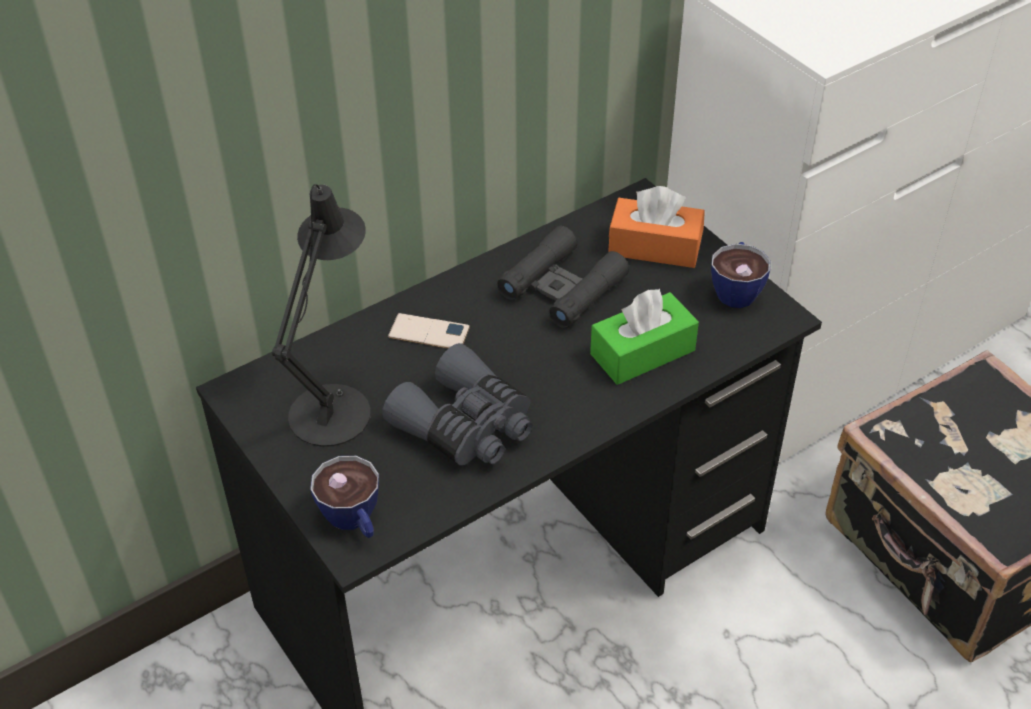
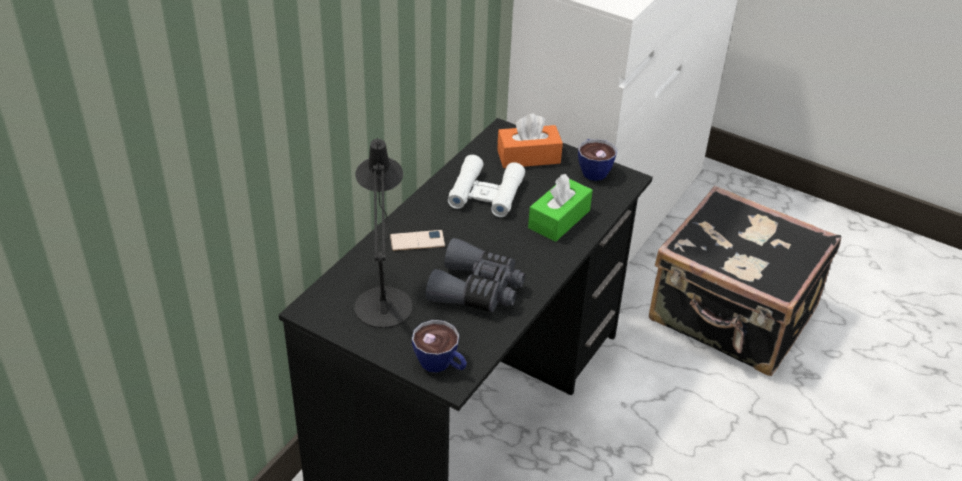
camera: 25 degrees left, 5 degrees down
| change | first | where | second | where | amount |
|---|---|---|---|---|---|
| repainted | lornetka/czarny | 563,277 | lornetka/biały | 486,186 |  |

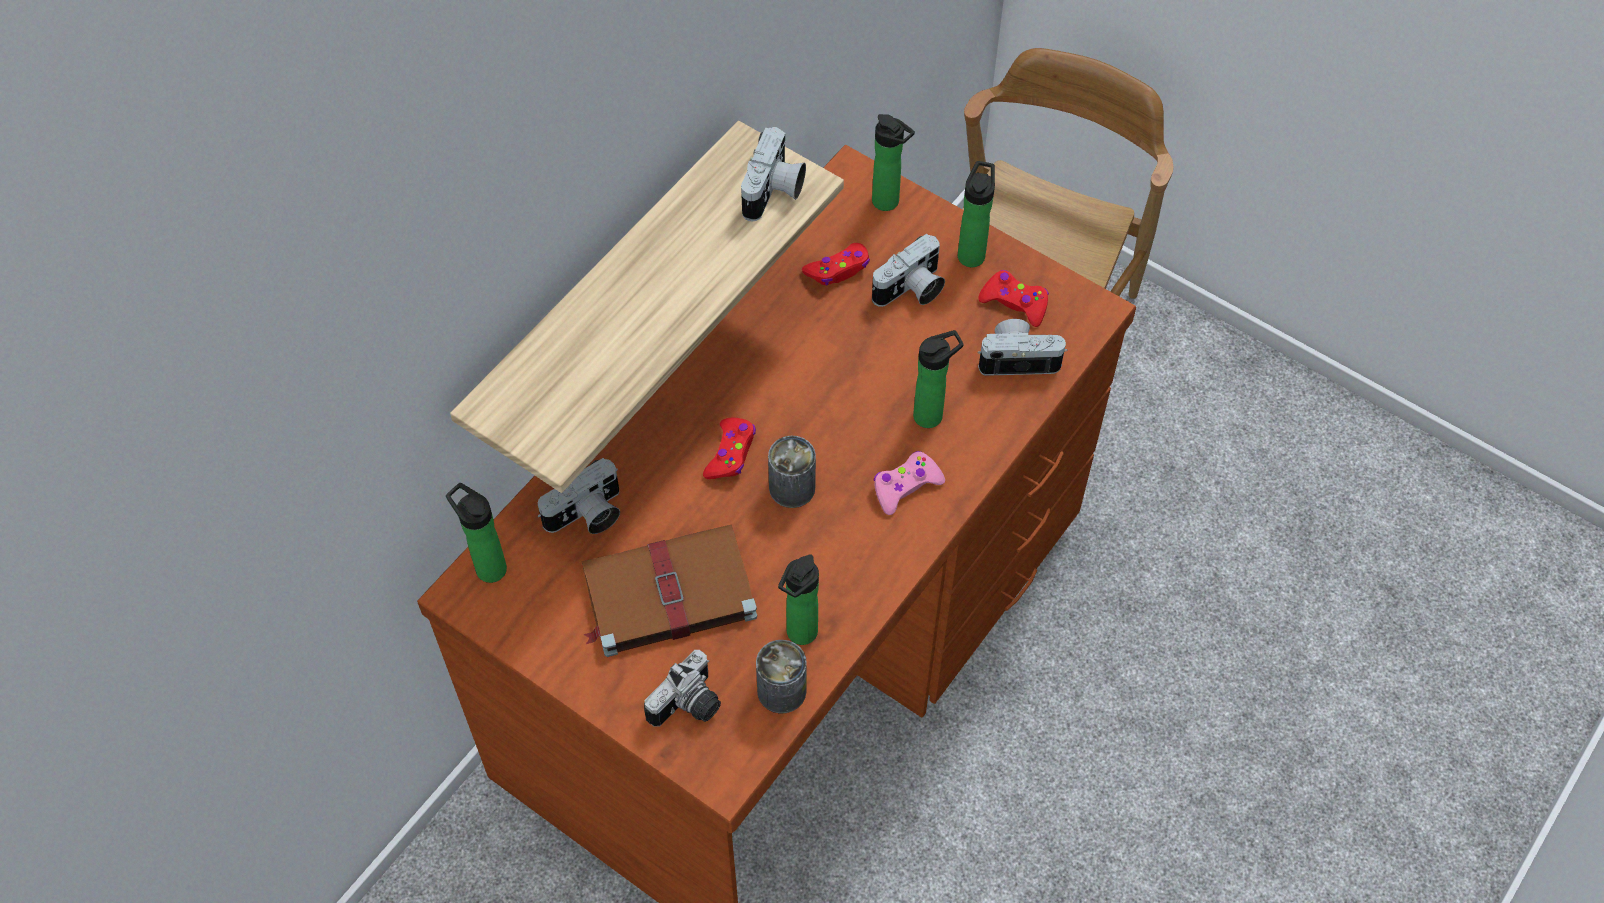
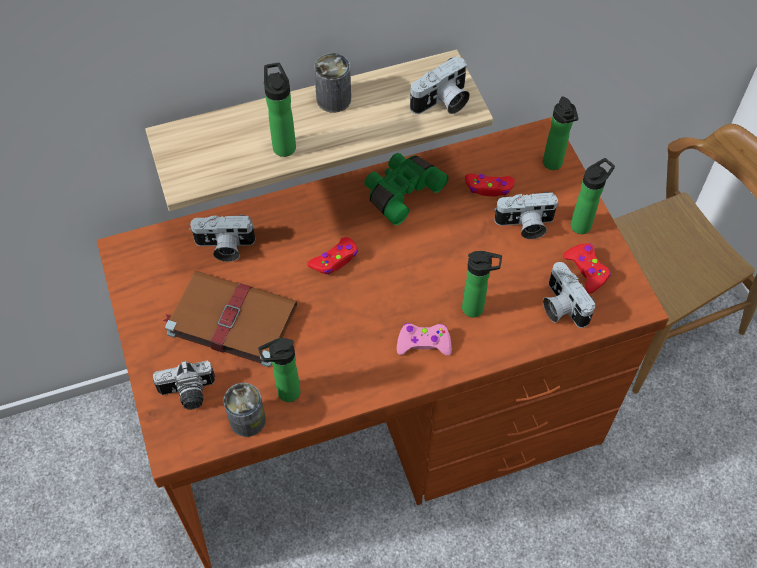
camera: 35 degrees right, 0 degrees up
| change | first | where | second | where | amount |
|---|---|---|---|---|---|
| rotated | aparat fotograficzny | 1022,347 |  | 569,295 | 150 degrees counterclockwise |
| shifted | puszka | 792,472 |  | 332,83 |  |
| shifted | butelka | 476,533 |  | 280,110 |  |
| new |  |  | lornetka/zielony | 406,189 |  |

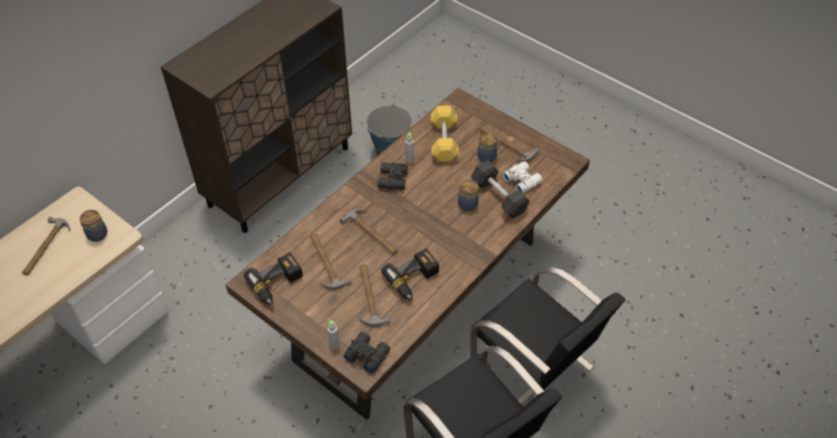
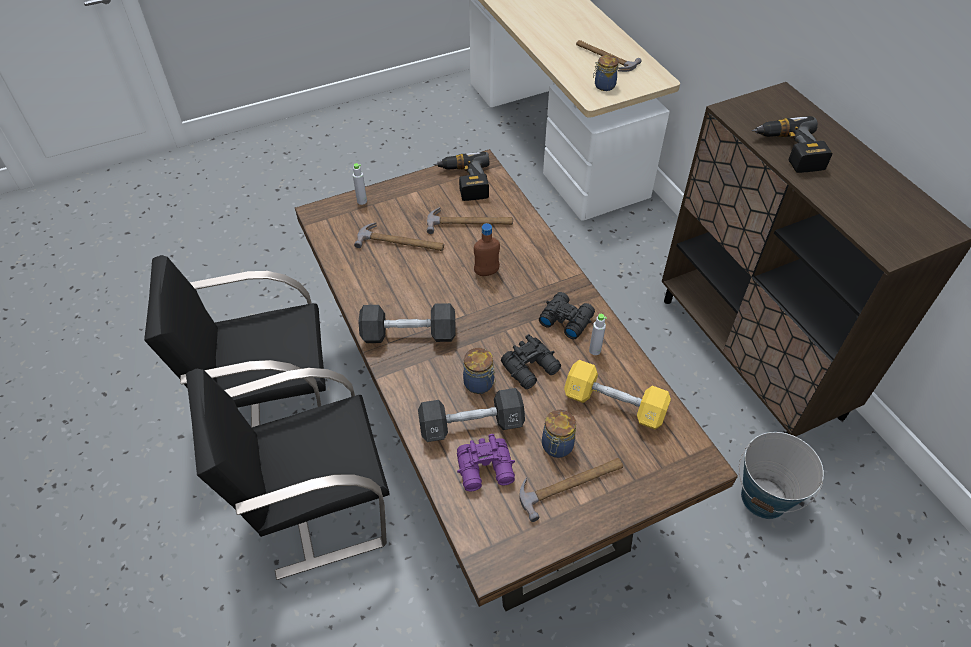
camera: 115 degrees right, 0 degrees up
| change | first | where | second | where | amount |
|---|---|---|---|---|---|
| repainted | lornetka/biały | 522,177 | lornetka/fioletowy | 486,463 |  |
| swapped | młotek | 369,232 | butelka/brązowy | 487,249 |  |
| shifted | wiertarka | 410,275 |  | 792,144 |  |
| shifted | lornetka/czarny | 367,352 |  | 531,361 |  |
| new |  |  | hantel/czarny | 407,323 |  |

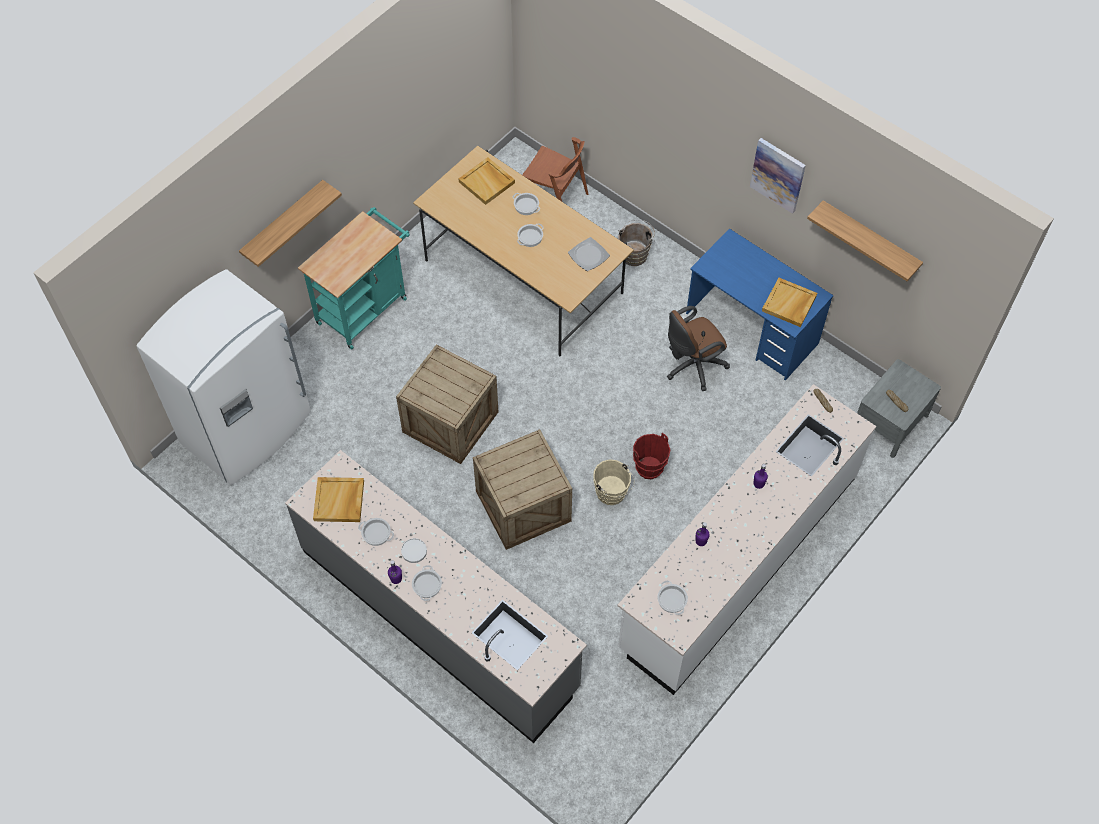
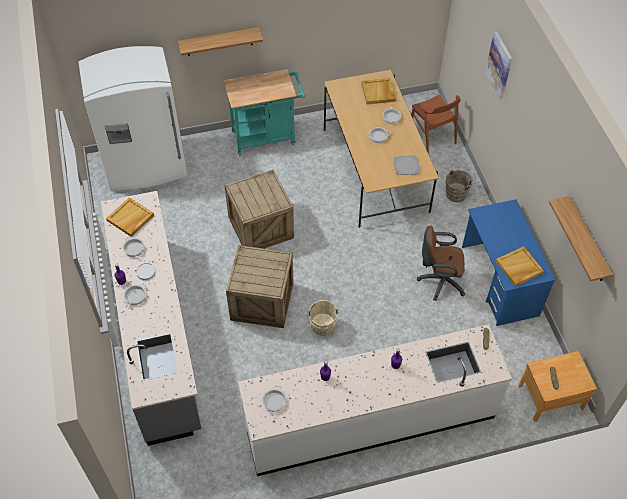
camera: 35 degrees right, 5 degrees down
| change | first | where | second | where | amount |
|---|---|---|---|---|---|
| shifted | obraz | 778,176 |  | 498,65 |  |
| repainted | szafka nocna/szary | 899,408 | szafka nocna/brązowy | 557,386 |  |
| gone | wiadro/czerwony | 651,456 |  |  |  |

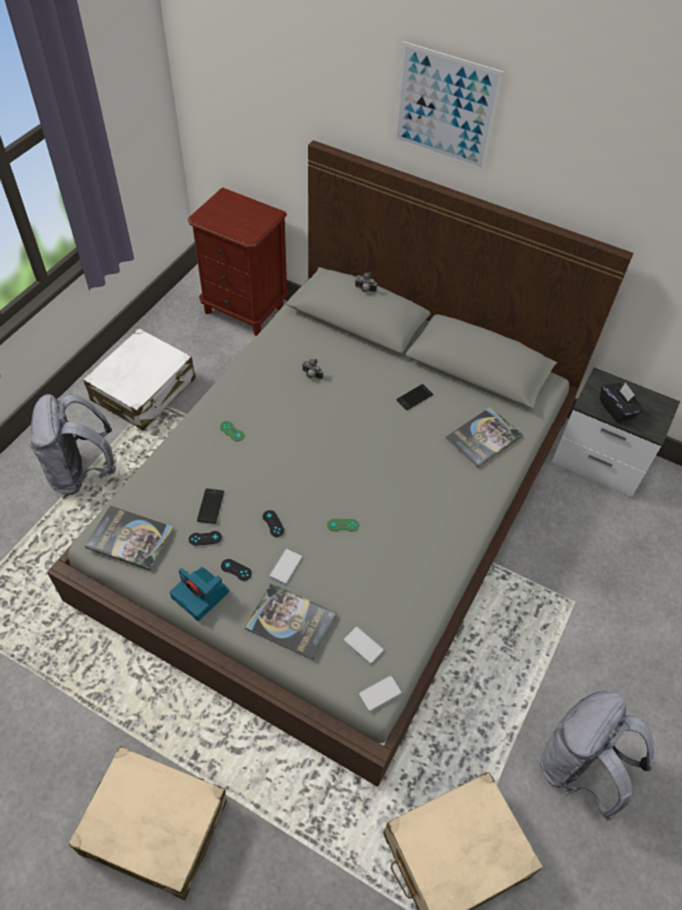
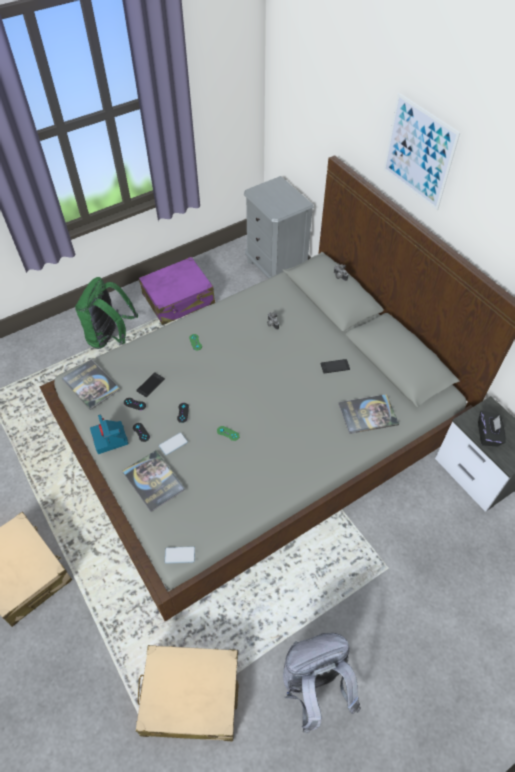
camera: 30 degrees right, 0 degrees up
| change | first | where | second | where | amount |
|---|---|---|---|---|---|
| repainted | szafka nocna/brązowy | 238,261 | szafka nocna/szary | 279,227 |  |
| repainted | walizka/biały | 139,379 | walizka/fioletowy | 177,291 |  |
| repainted | plecak/szary | 72,444 | plecak/zielony | 106,313 |  |
| gone | telefon | 363,645 |  |  |  |

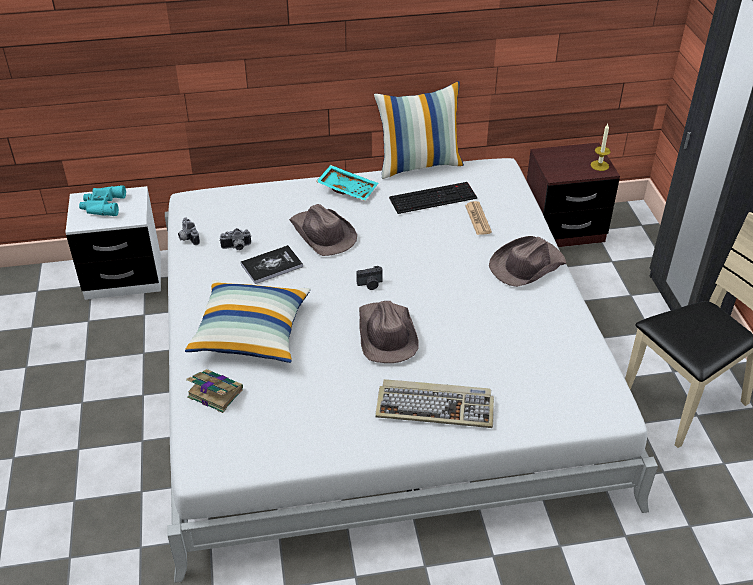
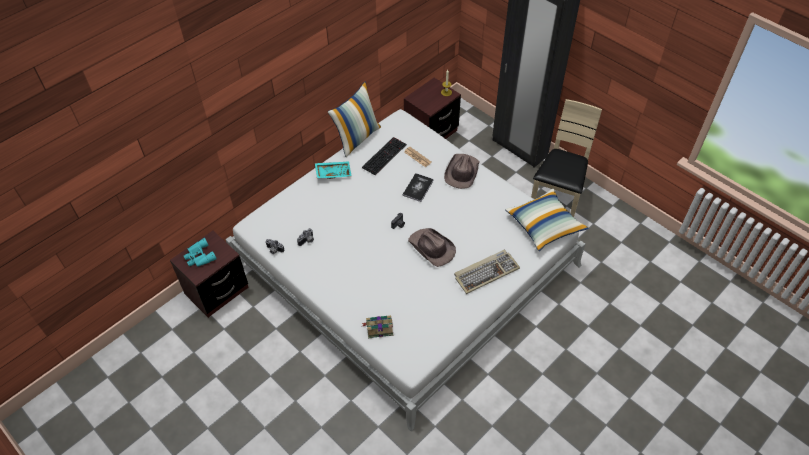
camera: 35 degrees left, 10 degrees up
| change | first | where | second | where | amount |
|---|---|---|---|---|---|
| repainted | szafka nocna/biały | 113,243 | szafka nocna/brązowy | 209,274 |  |
| gone | kapelusz/brązowy | 323,230 |  |  |  |
| shifted | książka | 272,264 |  | 418,187 |  |
| shifted | poduszka | 247,321 |  | 547,219 |  |

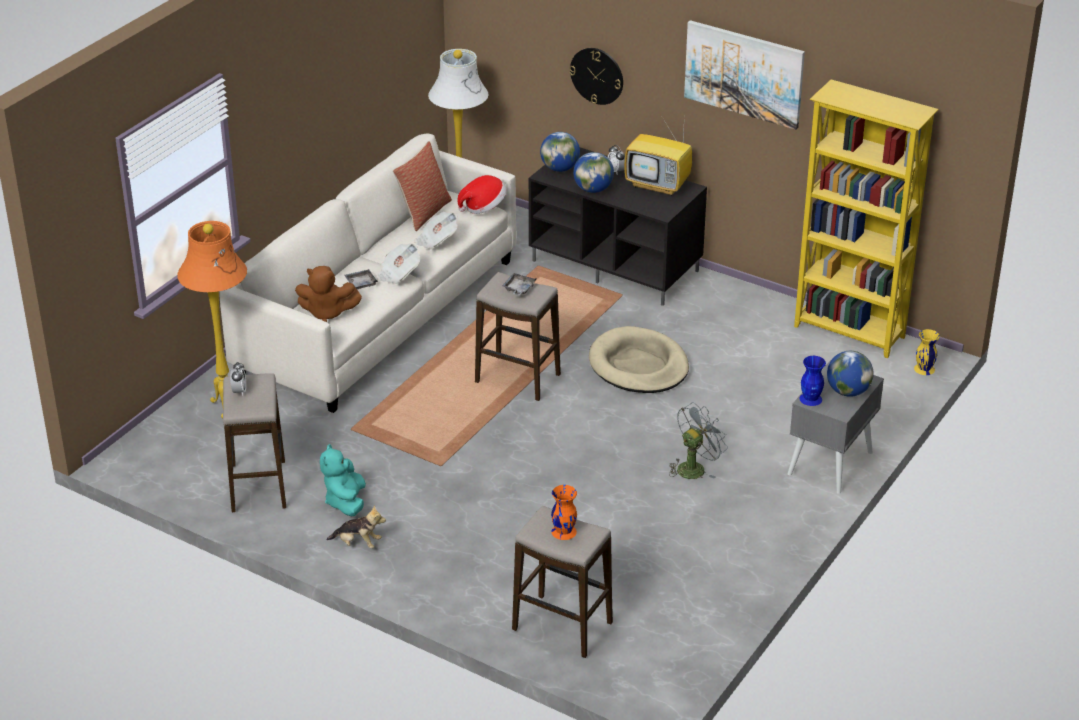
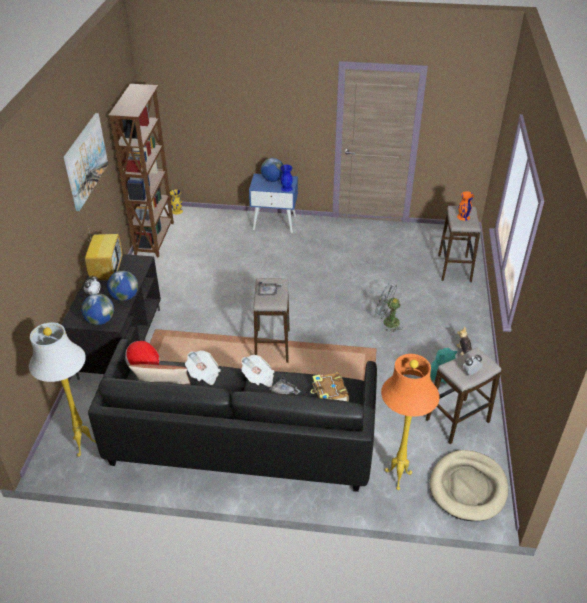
camera: 115 degrees left, 5 degrees up
| change | first | where | second | where | amount |
|---|---|---|---|---|---|
| gone | zegar ścienny | 596,76 |  |  |  |
| repainted | regał/żółty | 866,218 | regał/brązowy | 141,170 |  |
| repainted | kanapa/biały | 368,273 | kanapa/czarny | 232,415 |  |
| swapped | pluszak/brązowy | 328,294 | książka | 330,386 |  |
| shifted | legowisko/beżowy | 639,359 |  | 469,485 |  |
| repainted | szafka nocna/szary | 835,427 | szafka nocna/niebieski | 273,203 |  |
| shifted | wentylator/szary | 698,440 |  | 388,307 |  |

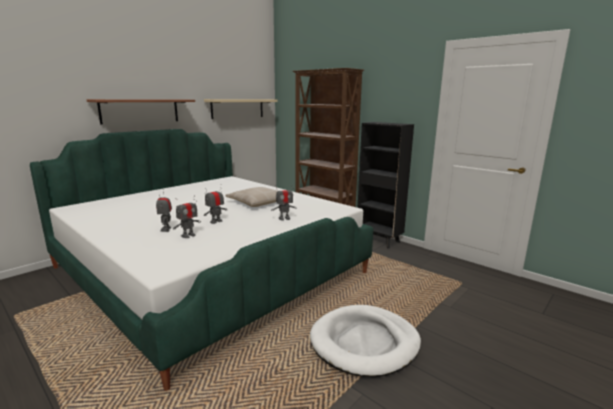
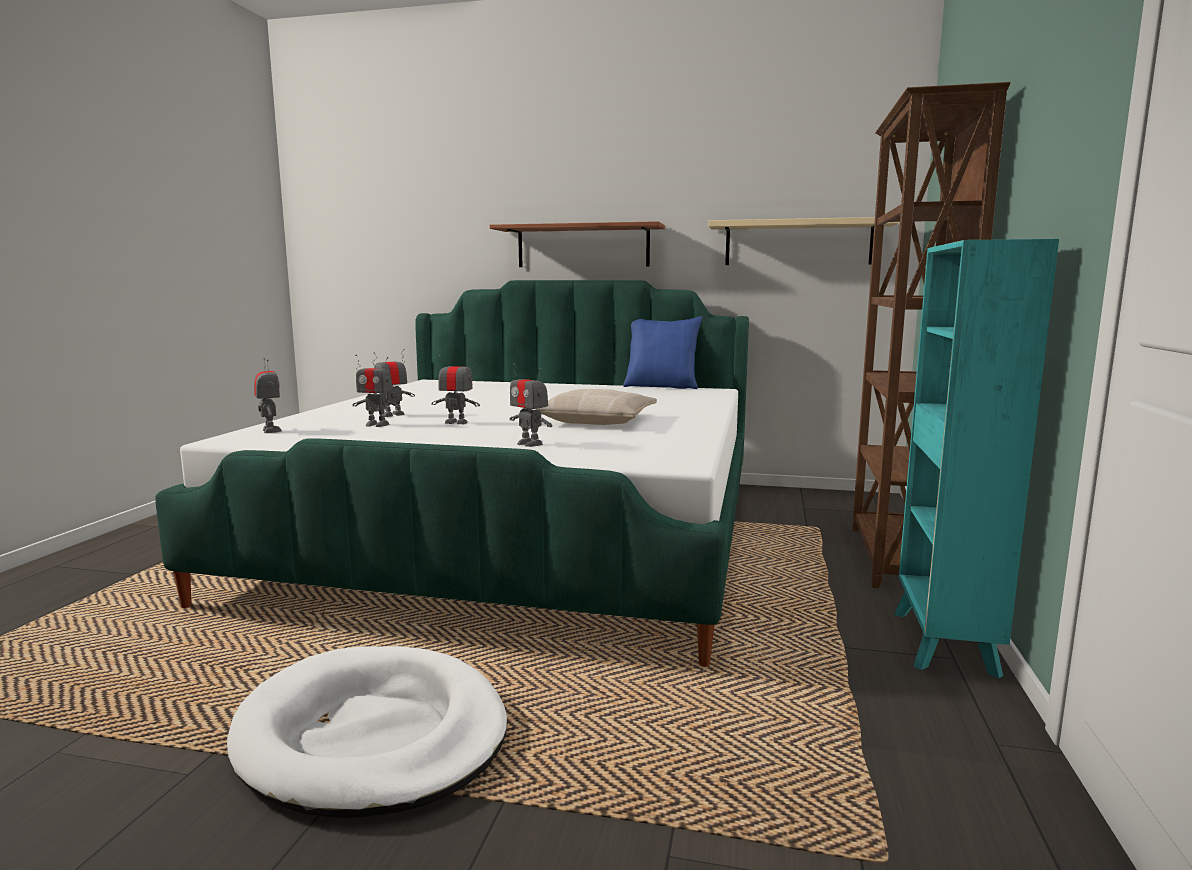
camera: 60 degrees right, 5 degrees down
| change | first | where | second | where | amount |
|---|---|---|---|---|---|
| repainted | regał/czarny | 385,185 | regał/turkusowy | 976,458 |  |
| new |  |  | poduszka/niebieski | 662,352 |  |
| new |  |  | robot zabawkowy | 268,395 |  |

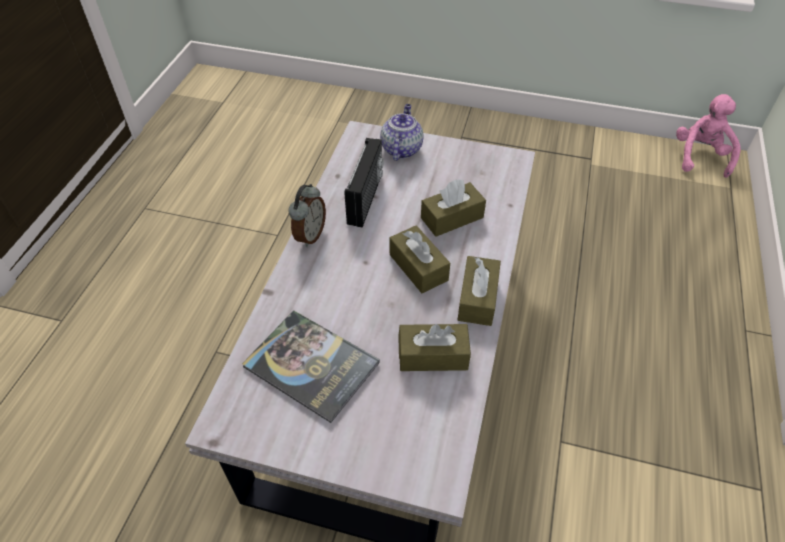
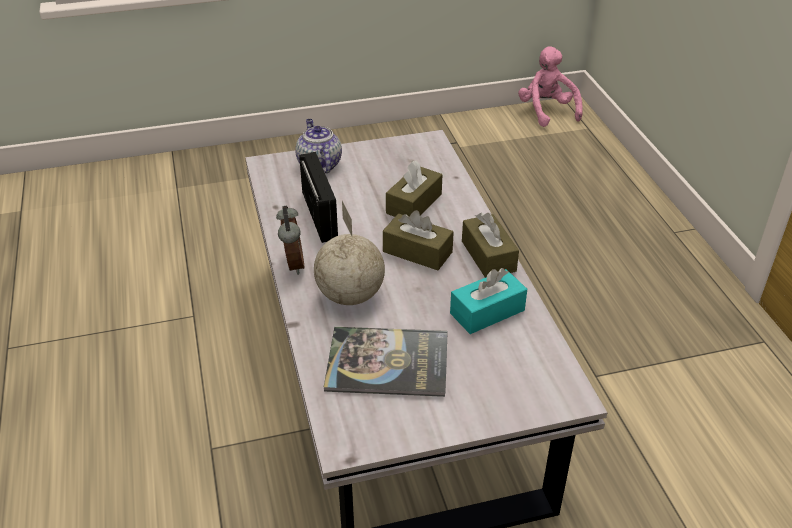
camera: 30 degrees left, 10 degrees down
| change | first | where | second | where | amount |
|---|---|---|---|---|---|
| repainted | pudełko chusteczek/brązowy | 434,347 | pudełko chusteczek/turkusowy | 488,301 |  |
| new |  |  | globus | 349,253 |  |

